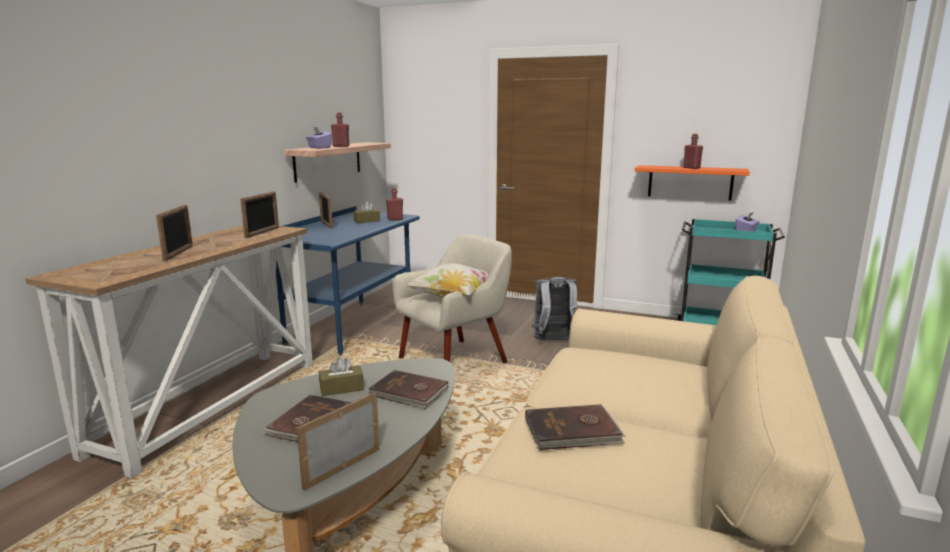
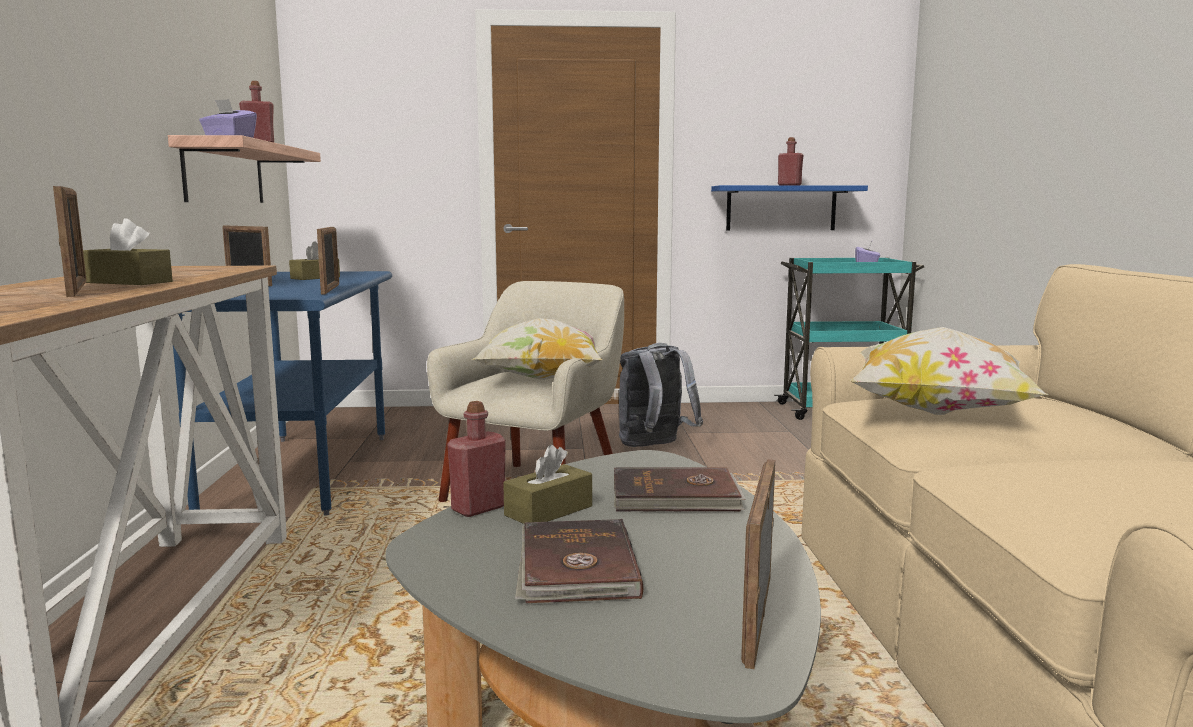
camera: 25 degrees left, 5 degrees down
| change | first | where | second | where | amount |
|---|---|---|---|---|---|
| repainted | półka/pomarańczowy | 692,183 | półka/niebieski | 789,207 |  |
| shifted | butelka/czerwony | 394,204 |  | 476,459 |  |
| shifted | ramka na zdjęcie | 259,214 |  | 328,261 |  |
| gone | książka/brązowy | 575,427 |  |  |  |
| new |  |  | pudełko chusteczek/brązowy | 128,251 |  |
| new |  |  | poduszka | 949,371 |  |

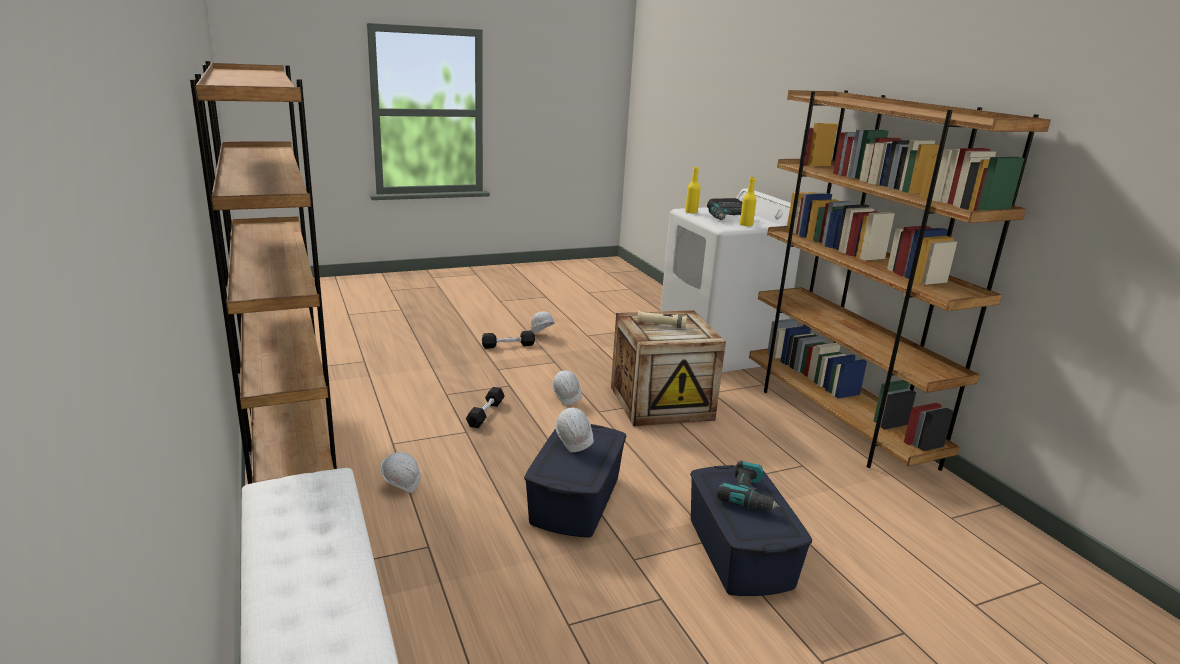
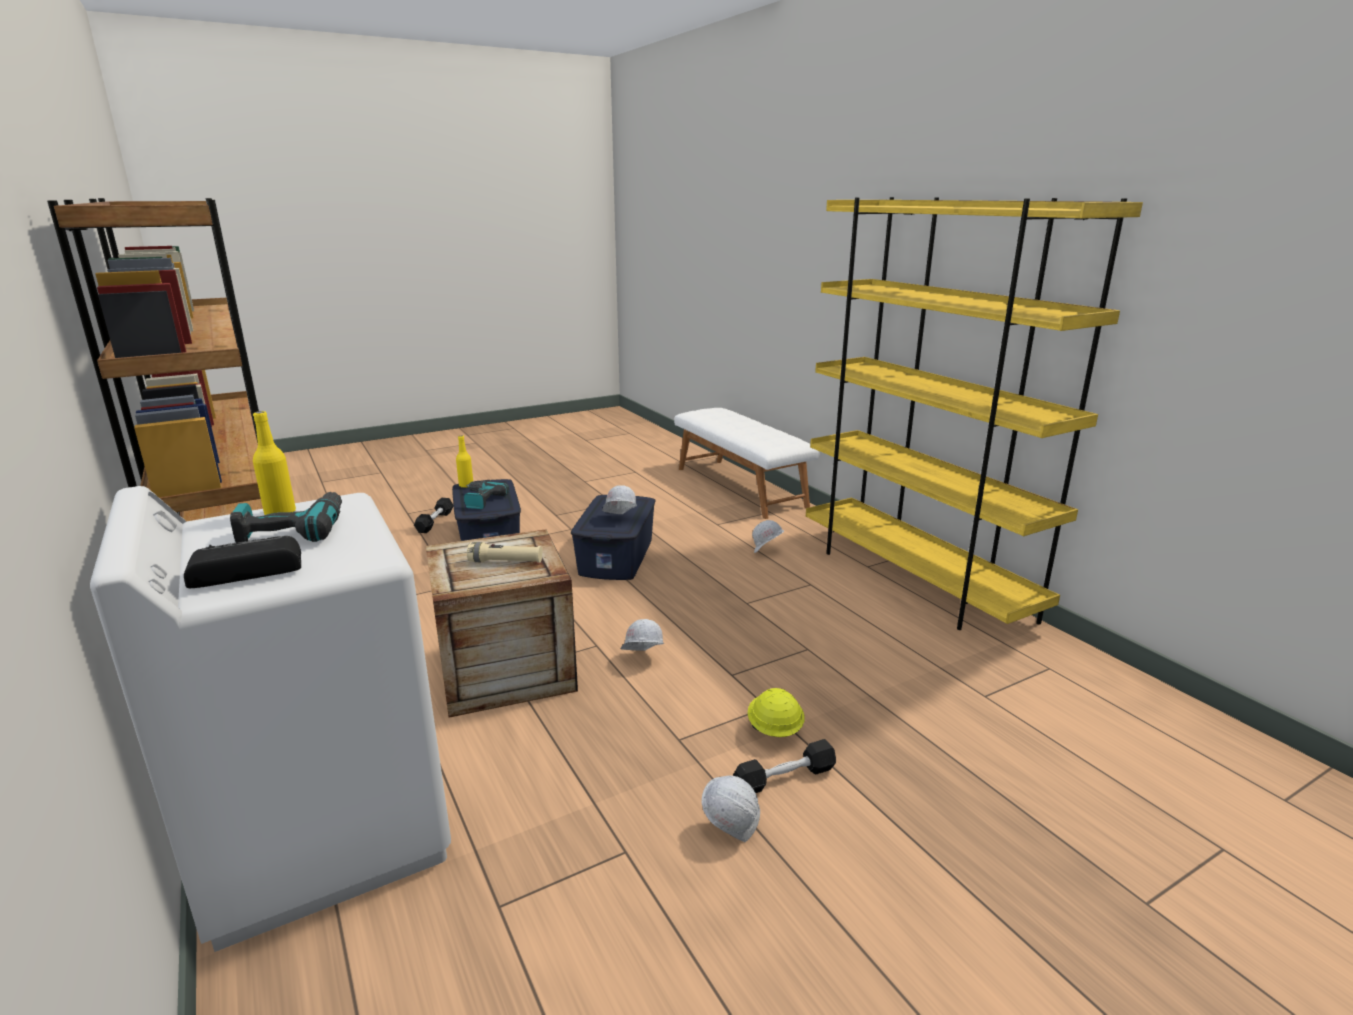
camera: 175 degrees right, 0 degrees up
| change | first | where | second | where | amount |
|---|---|---|---|---|---|
| repainted | regał/brązowy | 263,272 | regał/żółty | 974,413 |  |
| shifted | butelka/żółty | 692,190 |  | 464,461 |  |
| shifted | hantel/czarny | 485,407 |  | 433,515 |  |
| new |  |  | kask/żółty | 775,712 |  |

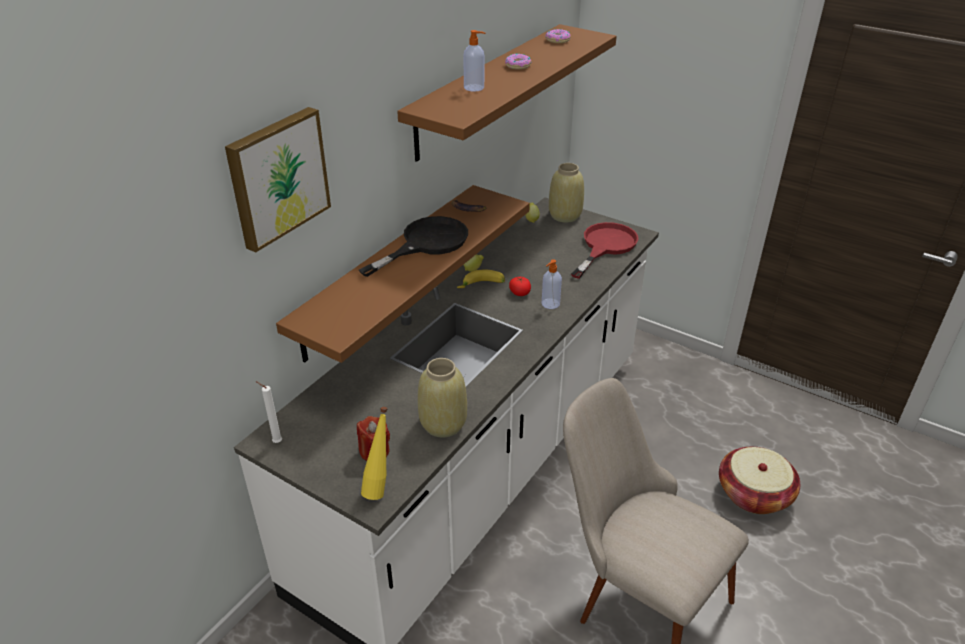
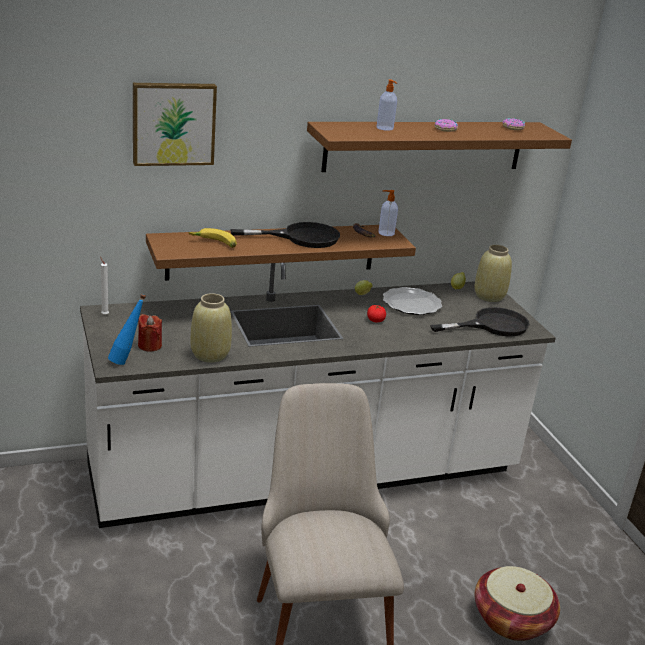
camera: 35 degrees right, 10 degrees down
| change | first | where | second | where | amount |
|---|---|---|---|---|---|
| repainted | patelnia/czerwony | 605,250 | patelnia/czarny | 480,321 |  |
| shifted | dozownik mydła | 552,284 |  | 388,213 |  |
| shifted | banan | 481,279 |  | 213,238 |  |
| repainted | butelka/żółty | 374,453 | butelka/niebieski | 127,329 |  |
| new |  |  | talerz | 412,301 |  |

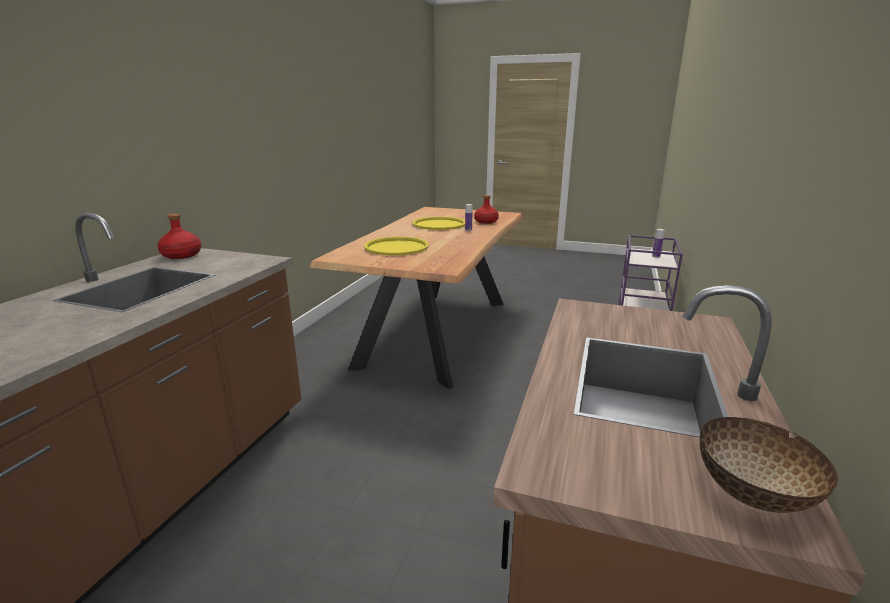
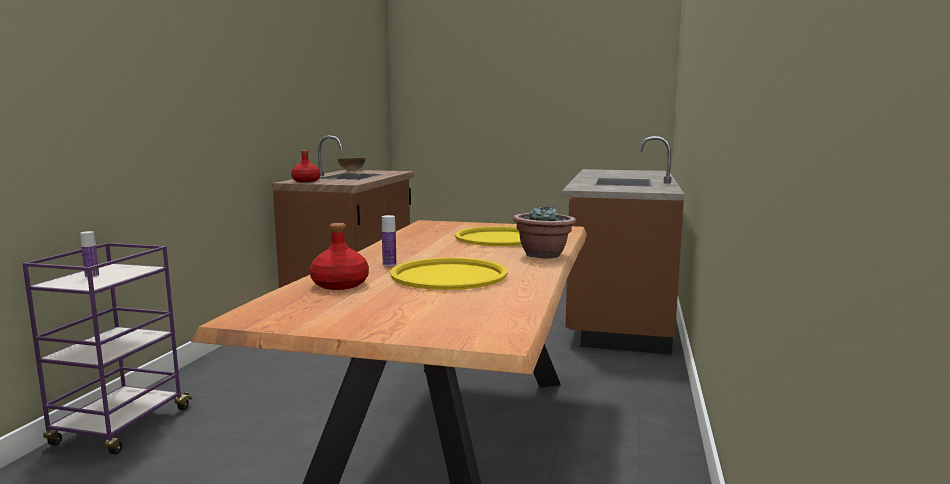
camera: 175 degrees right, 10 degrees down
| change | first | where | second | where | amount |
|---|---|---|---|---|---|
| shifted | butelka/czerwony | 179,236 |  | 305,166 |  |
| new |  |  | roślina doniczkowa | 544,232 |  |

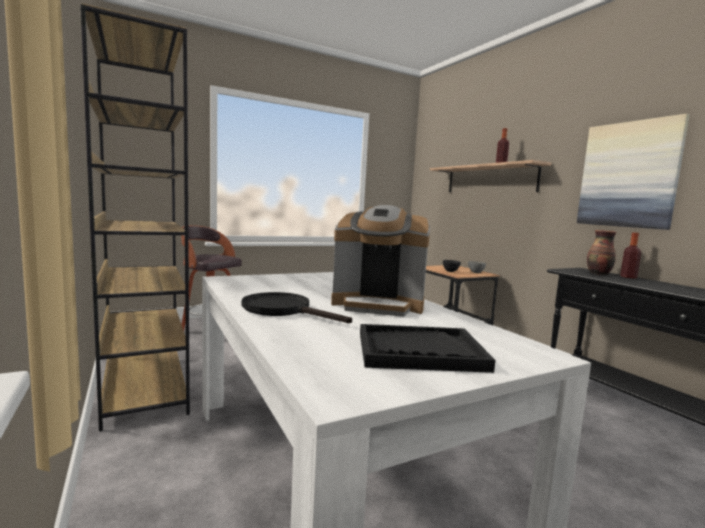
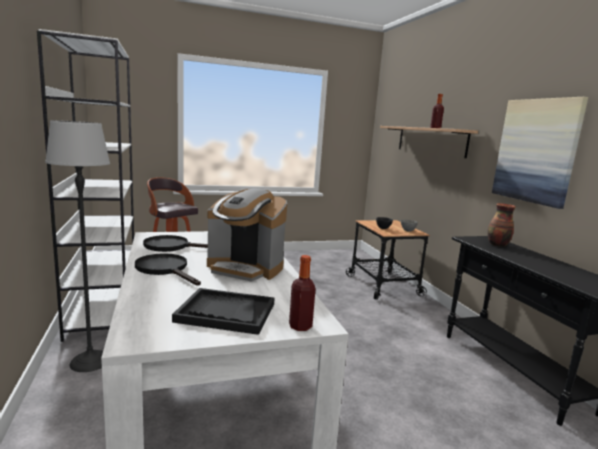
camera: 10 degrees right, 5 degrees up
| change | first | where | second | where | amount |
|---|---|---|---|---|---|
| repainted | regał/brązowy | 135,217 | regał/biały | 85,185 |  |
| shifted | butelka | 630,256 |  | 302,293 |  |
| new |  |  | lampa stojąca | 77,246 |  |
| new |  |  | patelnia/czarny | 175,243 |  |

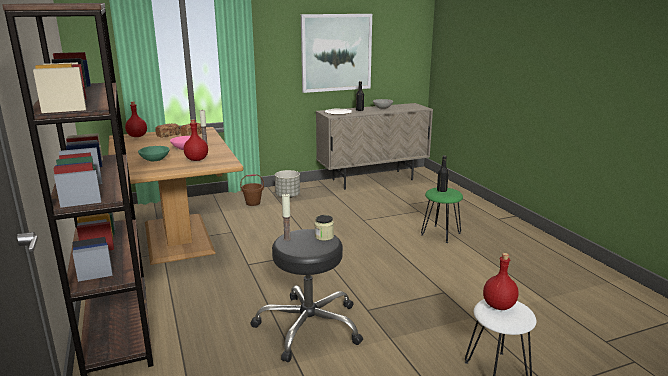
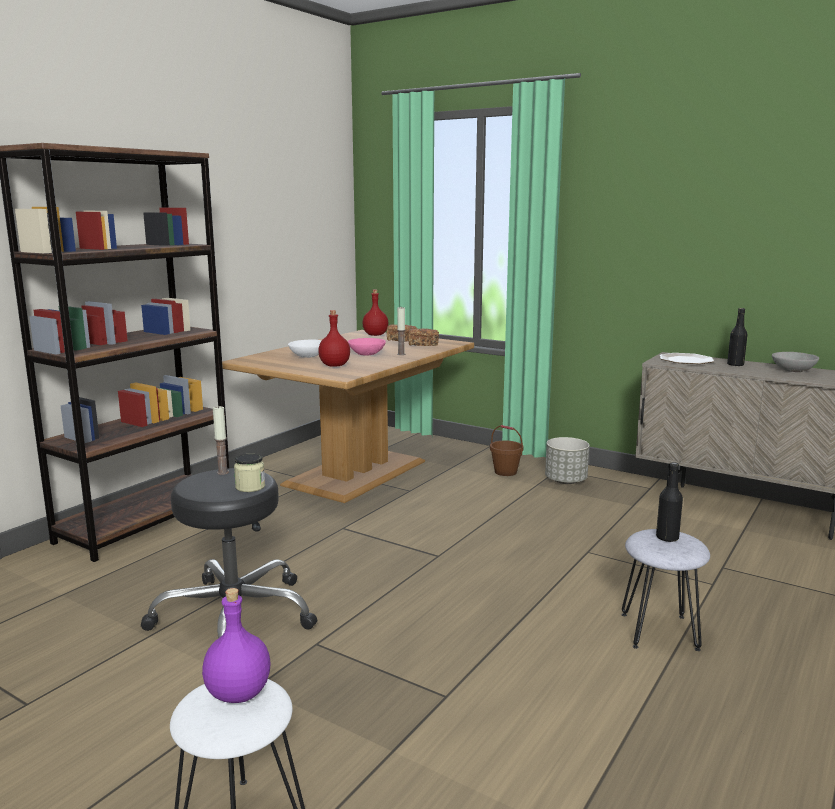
camera: 55 degrees right, 5 degrees down
| change | first | where | second | where | amount |
|---|---|---|---|---|---|
| gone | obraz | 336,53 |  |  |  |
| repainted | miska/zielony | 154,153 | miska/biały | 305,349 |  |
| repainted | stołek/zielony | 442,215 | stołek/szary | 665,590 |  |
| repainted | butelka/czerwony | 501,281 | butelka/fioletowy | 236,645 |  |

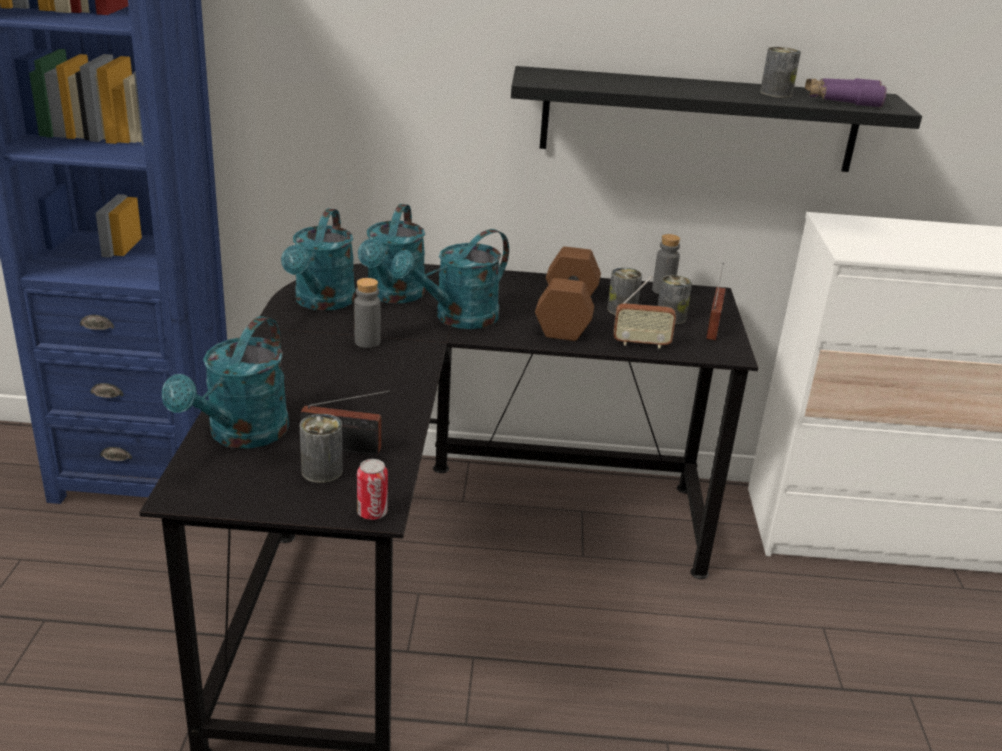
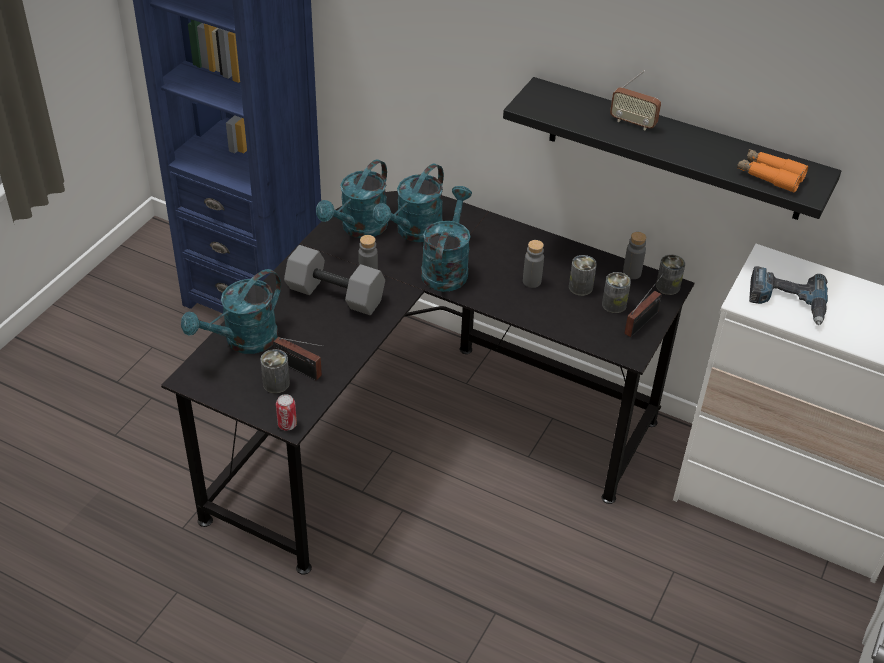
camera: 25 degrees right, 15 degrees up
| change | first | where | second | where | amount |
|---|---|---|---|---|---|
| shifted | puszka | 780,72 |  | 670,274 |  |
| repainted | lornetka/fioletowy | 846,93 | lornetka/pomarańczowy | 772,171 |  |
| rotated | konewka/turkusowy | 450,279 |  | 446,239 | 120 degrees clockwise |
| swapped | hantel/brązowy | 568,294 | butelka/szary | 533,264 |  |
| shifted | radio | 645,312 |  | 635,100 |  |
| new |  |  | hantel/szary | 334,280 |  |
| new |  |  | wiertarka | 788,295 |  |

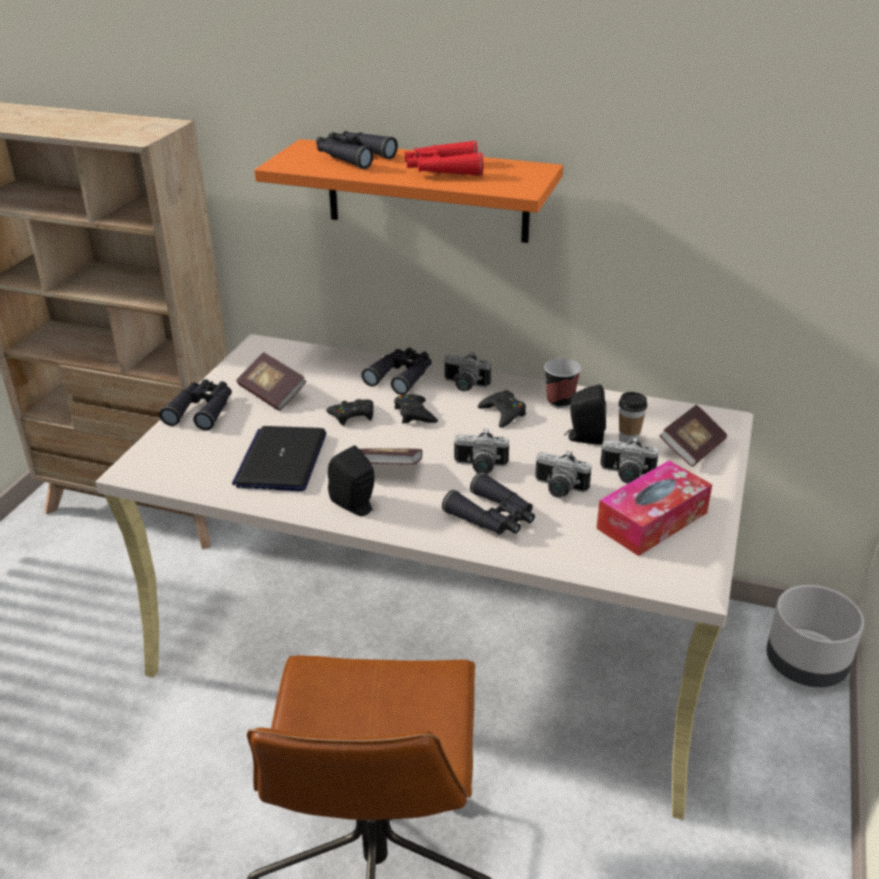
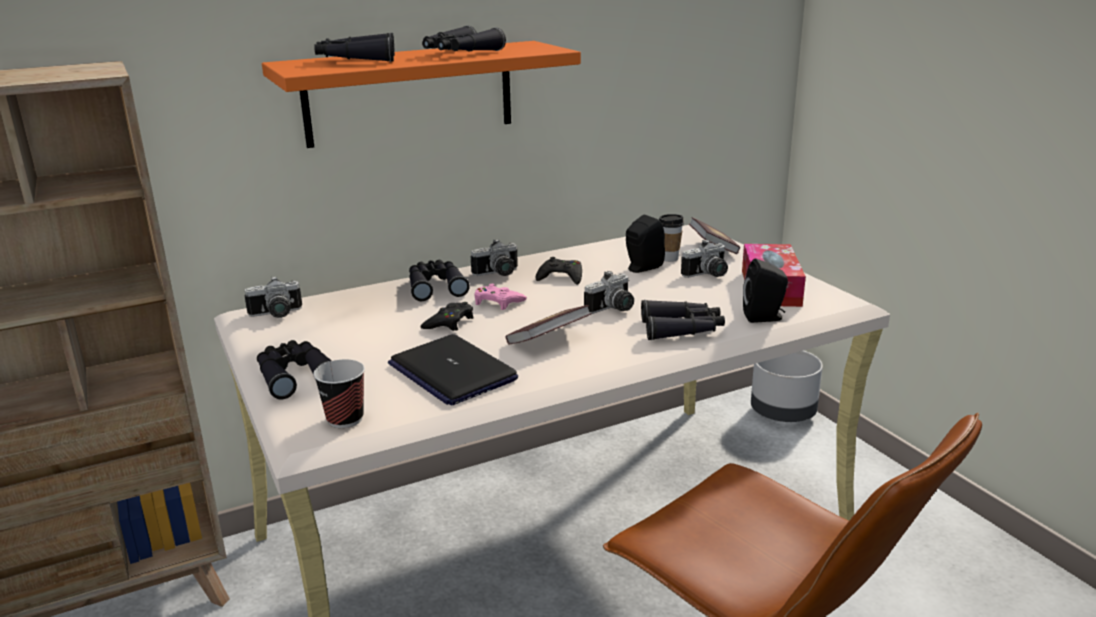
camera: 45 degrees left, 10 degrees down
| change | first | where | second | where | amount |
|---|---|---|---|---|---|
| repainted | lornetka/czerwony | 444,158 | lornetka/czarny | 464,38 |  |
| gone | książka | 271,381 |  |  |  |
| shifted | filiżanka | 562,383 |  | 339,393 |  |
| repainted | pad do gier/czarny | 416,409 | pad do gier/różowy | 500,297 |  |
| shifted | głośnik/czarny | 351,480 |  | 765,290 |  |
| shifted | aparat fotograficzny | 563,474 |  | 273,297 |  |

